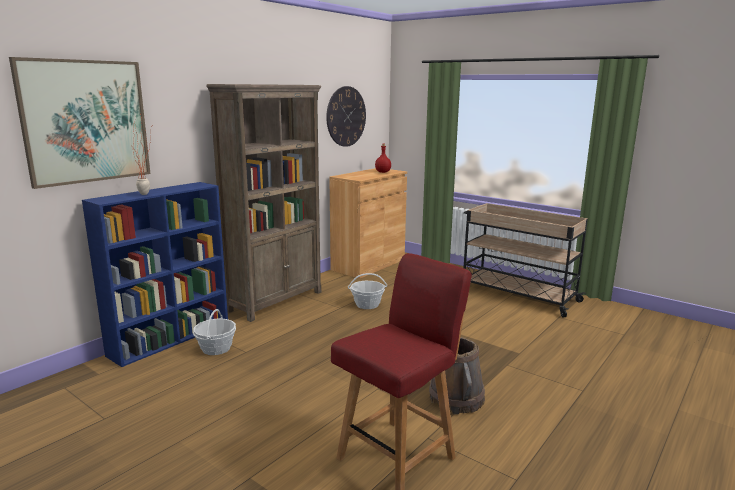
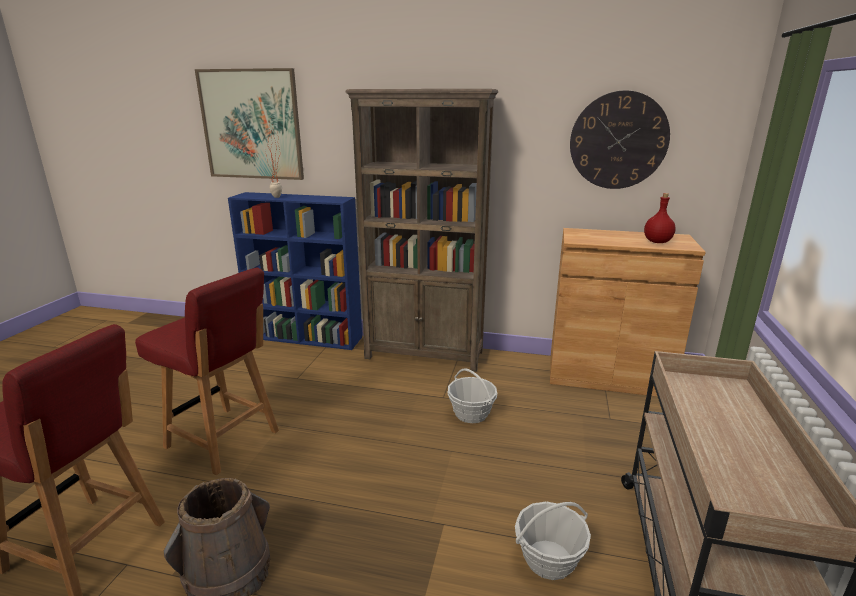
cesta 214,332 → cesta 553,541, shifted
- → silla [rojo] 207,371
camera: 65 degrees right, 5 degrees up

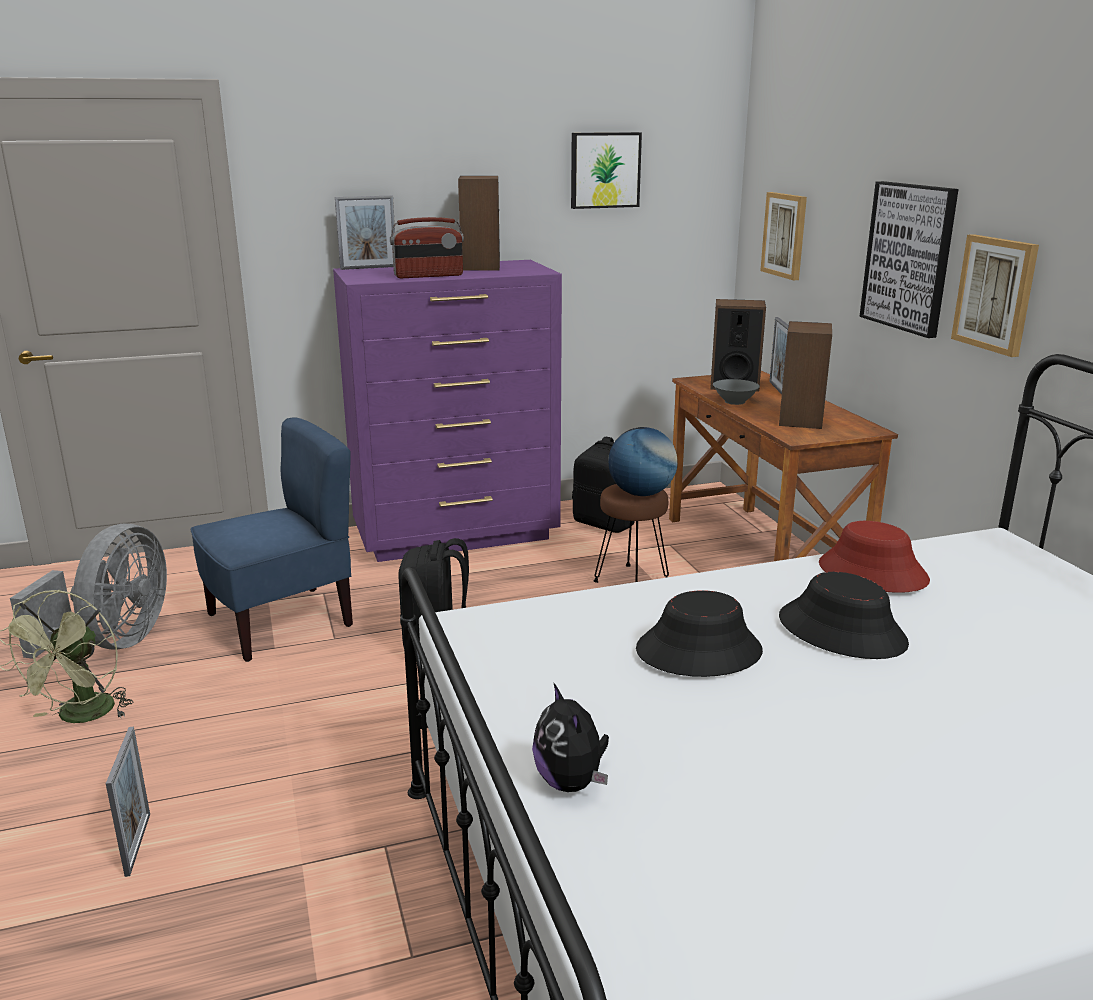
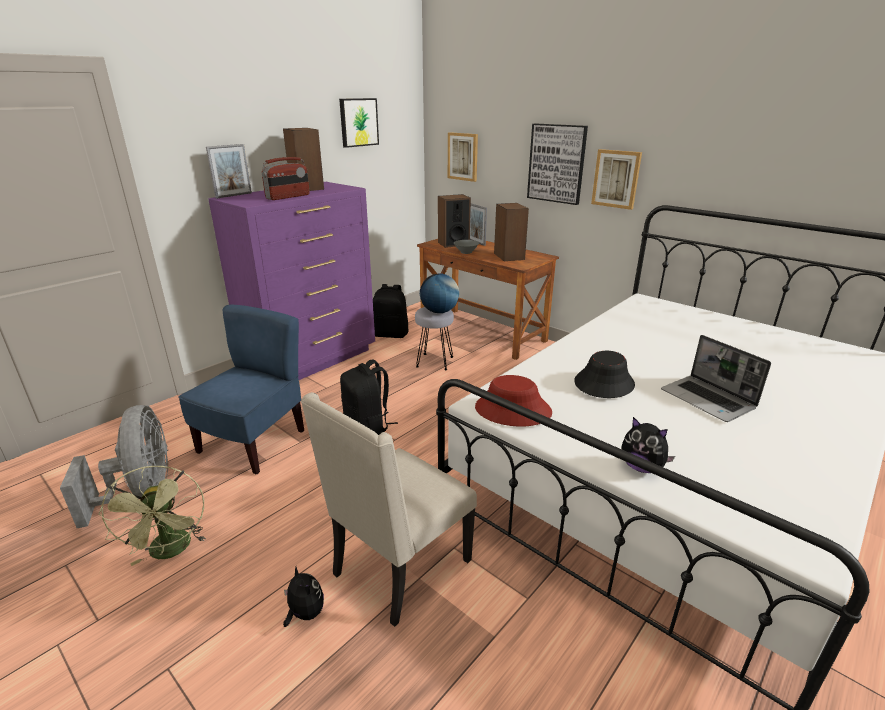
taburete [marrón] 631,533 → taburete [gris] 434,338
sombrero [rojo] 874,557 → sombrero [rojo] 513,401, shifted
sombrero [negro] 844,615 → -
portarretratos 128,802 → peluche 303,597
- → portátil 716,378
- → silla [beis] 389,509
camera: 30 degrees left, 5 degrees up

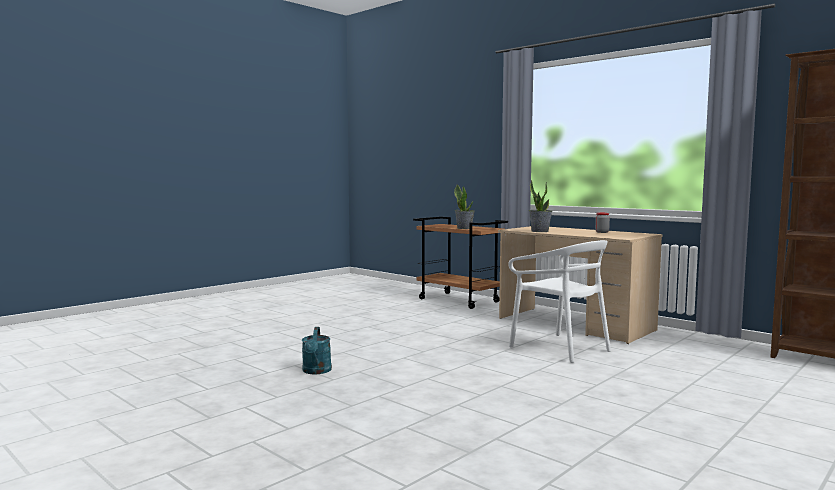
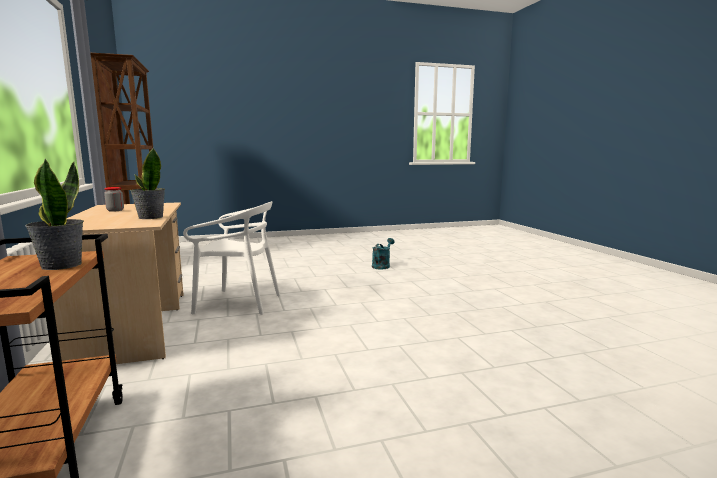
silla [blanco] 559,301 → silla [blanco] 231,258, 105 degrees clockwise
regadera [turquesa] 317,350 → regadera [turquesa] 383,253, shifted
camera: 150 degrees left, 5 degrees up

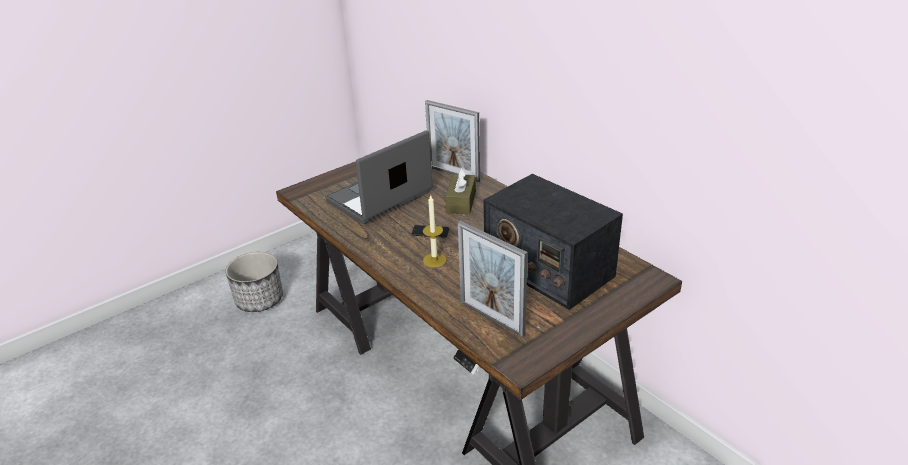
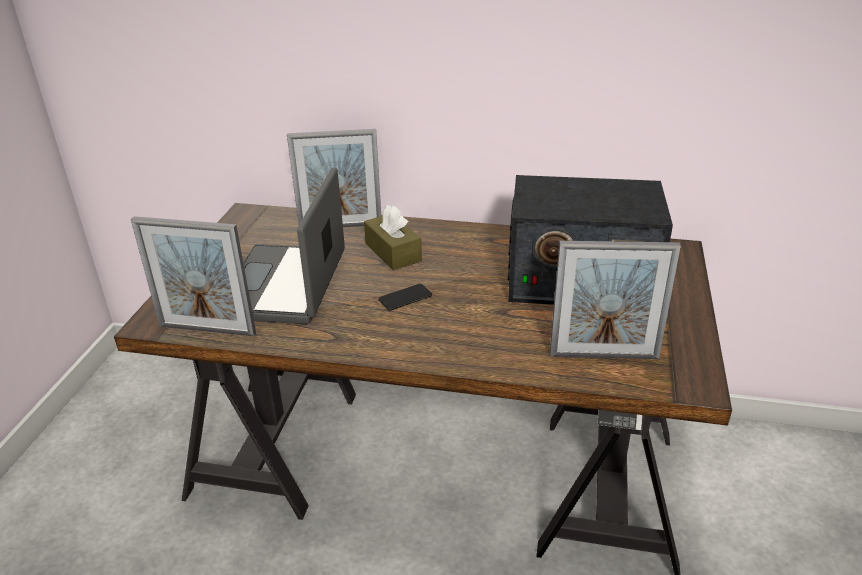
vela 435,231 → -
maceta 254,282 → -
- → portarretratos 193,276
camera: 40 degrees left, 0 degrees up

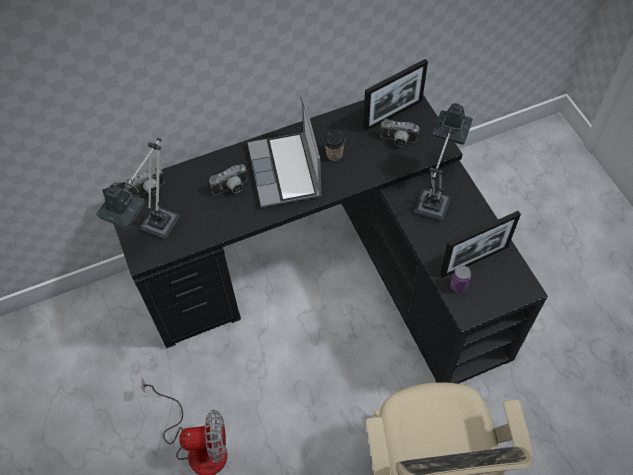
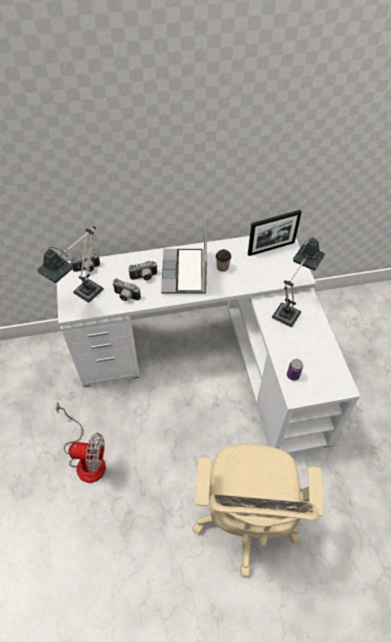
escritorio [negro] 325,239 → escritorio [blanco] 208,345
cámara 399,133 → cámara 126,289, shifted
portarretratos 480,244 → -
camera: 10 degrees right, 5 degrees down

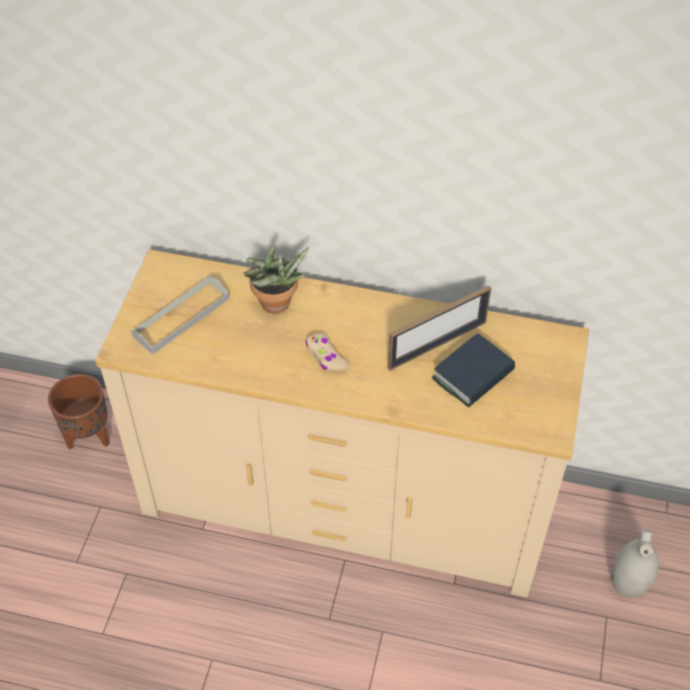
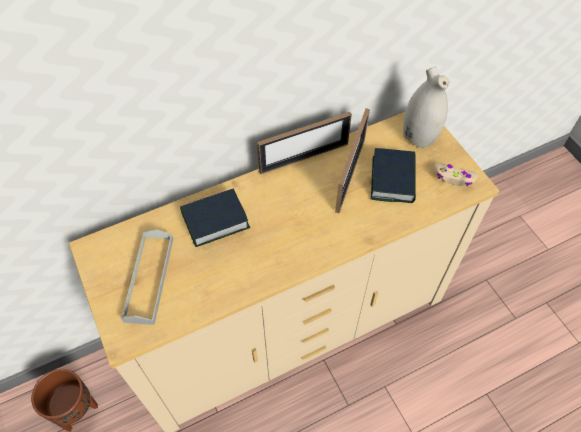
planta en maceta 276,279 → libro 215,217
mando de consola [beis] 328,352 → mando de consola [beis] 456,174, shifted
florero [blanco] 635,564 → florero [blanco] 426,107, shifted
- → portarretratos 304,143
camera: 40 degrees left, 5 degrees up

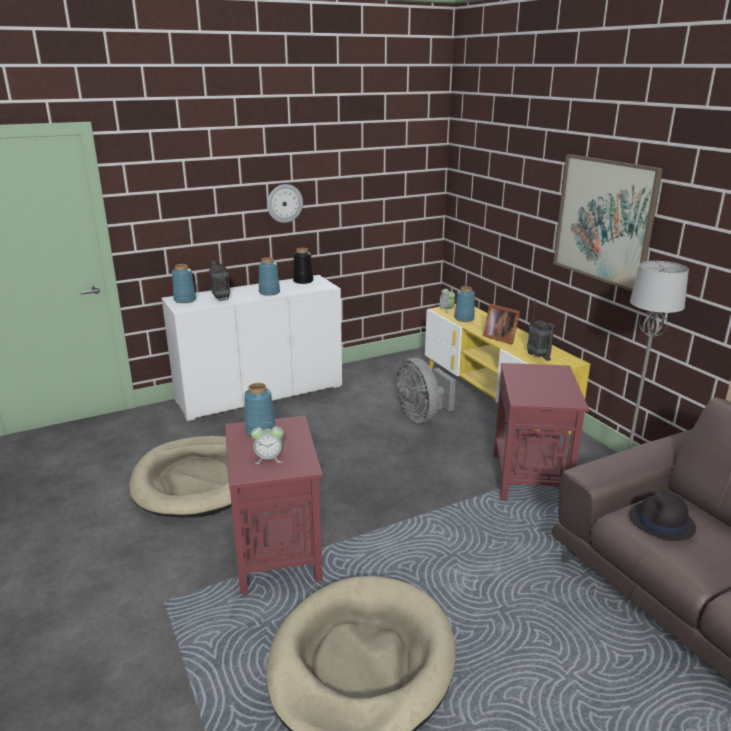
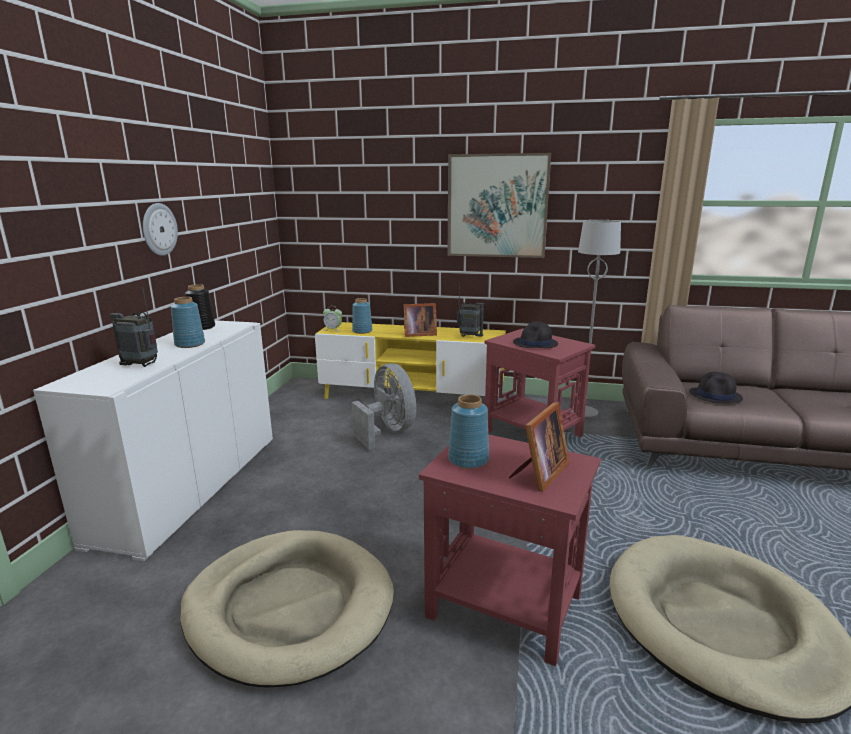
florero [azul] 184,283 → -
ventilador [gris] 426,391 → ventilador [gris] 384,406, 135 degrees counterclockwise
despertador 267,443 → portarretratos 539,447
- → sombrero [negro] 535,334
camera: 50 degrees left, 5 degrees down

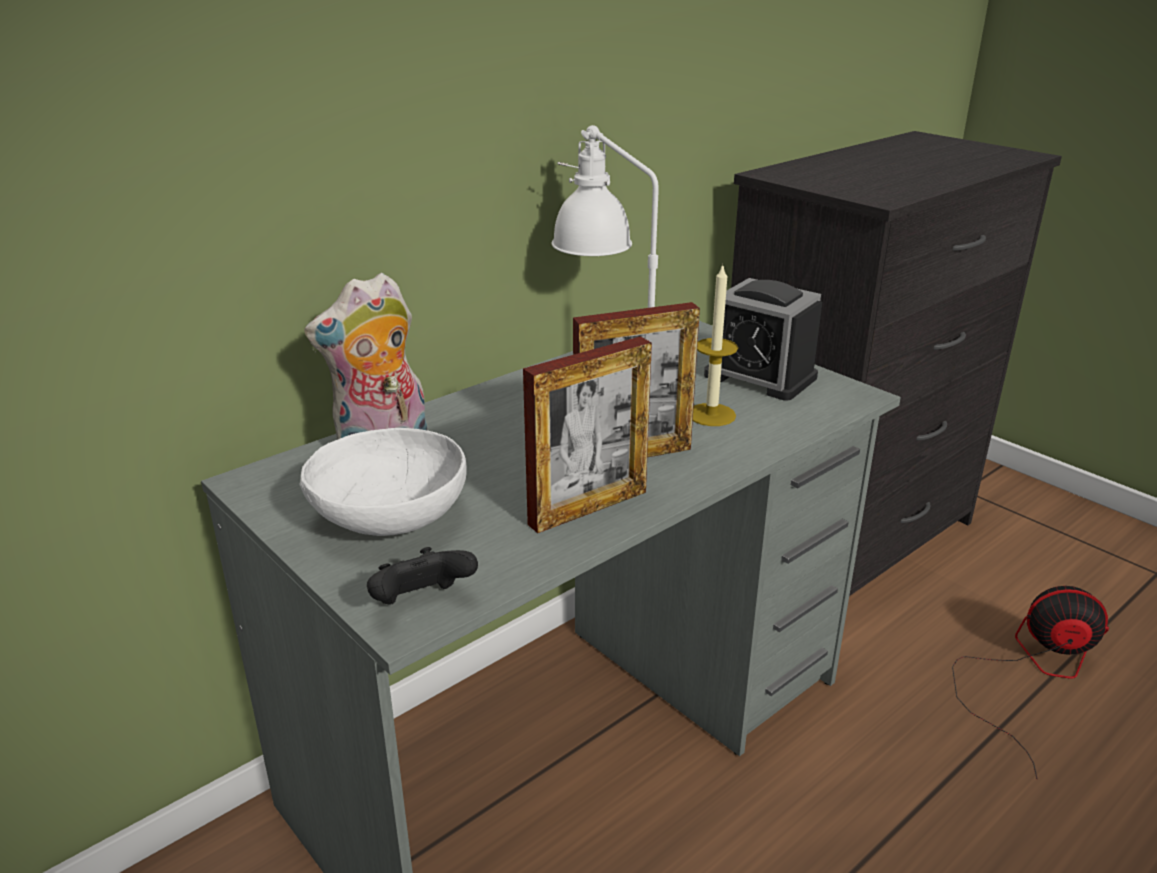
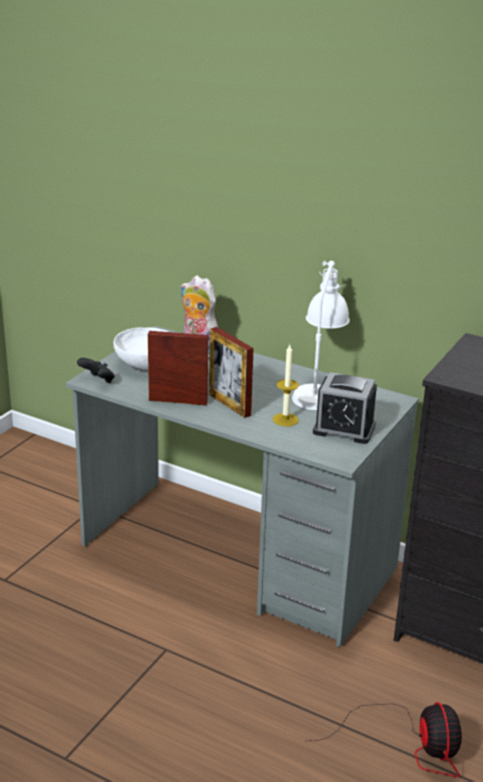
despertador 763,339 → despertador 345,408, 90 degrees counterclockwise
portarretratos 587,435 → portarretratos 178,368, 150 degrees clockwise
camera: 70 degrees right, 0 degrees up

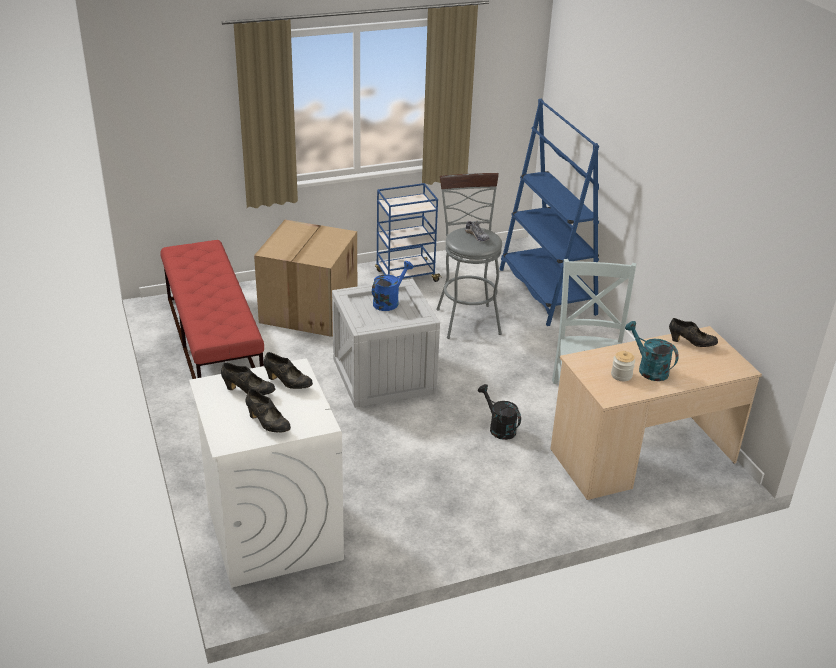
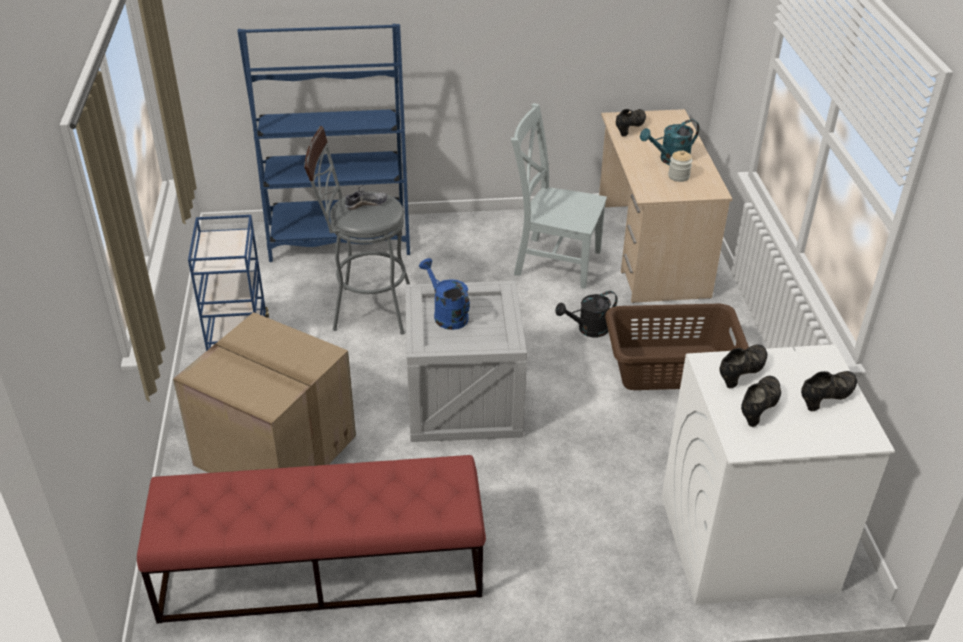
- → cesto de la ropa [marrón] 677,346
camera: 75 degrees left, 5 degrees up

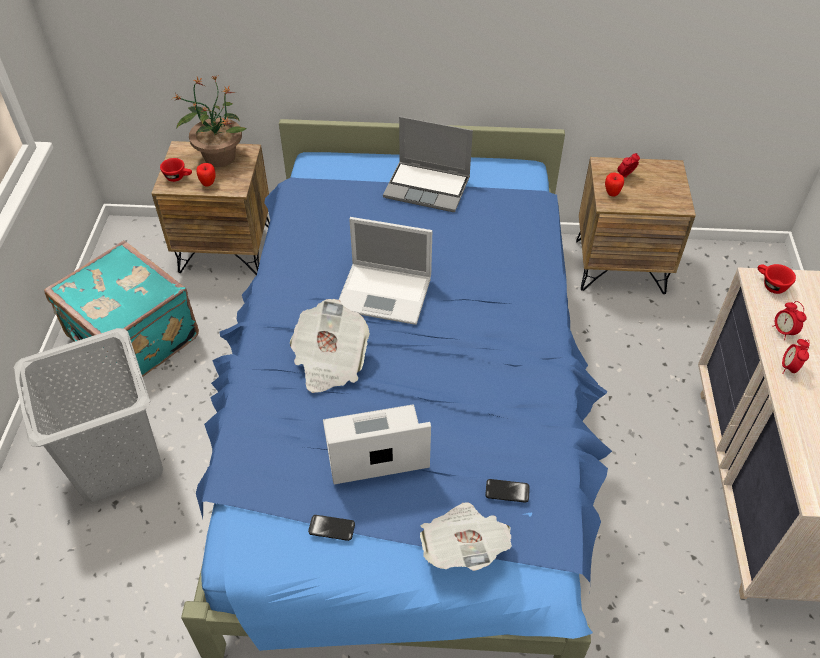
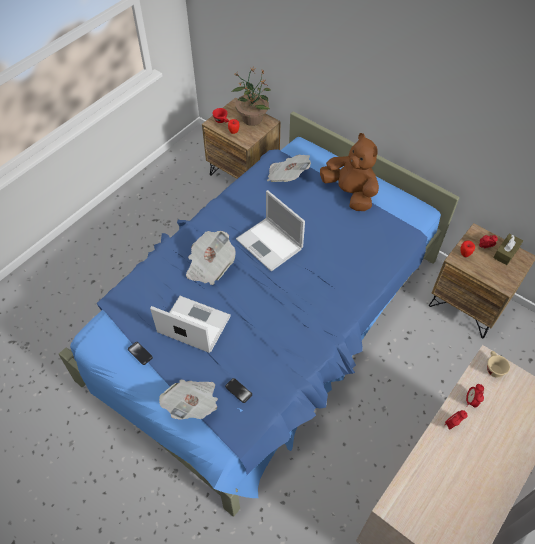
portátil 428,164 → peluche [marrón] 349,172
maleta [turquesa] 121,308 → -
taza [rojo] 777,279 → taza [beis] 498,364
cesto de la ropa [gris] 88,415 → -
- → periódico 289,168
- → caja de pañuelos [marrón] 508,249
camera: 35 degrees right, 5 degrees up

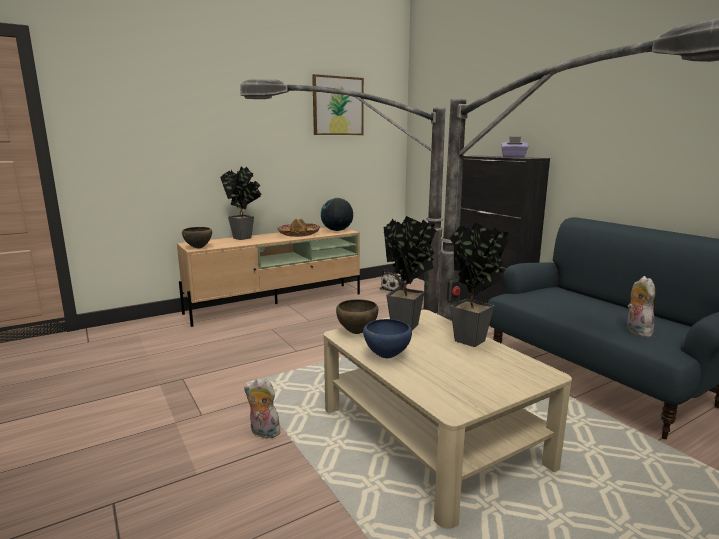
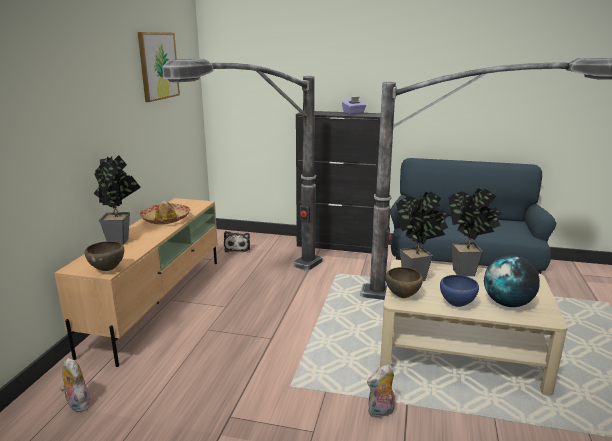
globo terráqueo 337,214 → globo terráqueo 512,281, shifted
peluche 641,306 → peluche 75,385, shifted
camera: 45 degrees left, 5 degrees up

